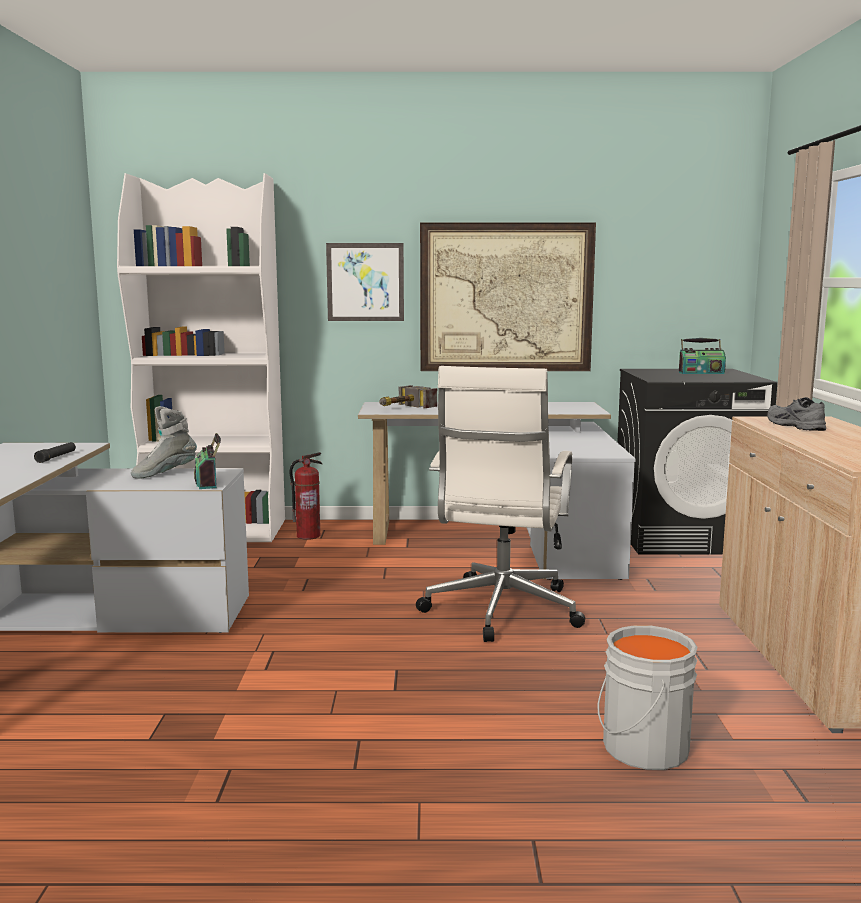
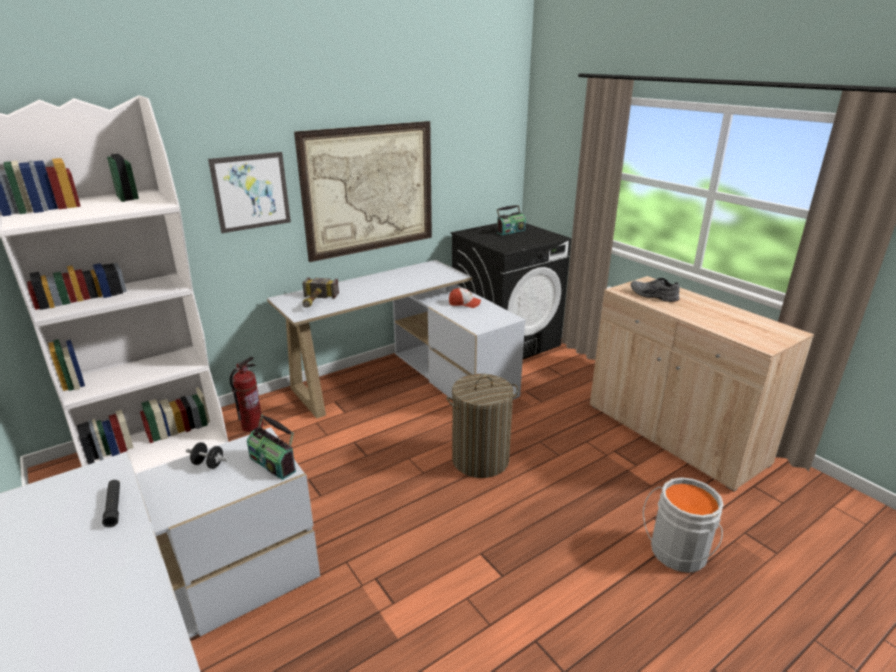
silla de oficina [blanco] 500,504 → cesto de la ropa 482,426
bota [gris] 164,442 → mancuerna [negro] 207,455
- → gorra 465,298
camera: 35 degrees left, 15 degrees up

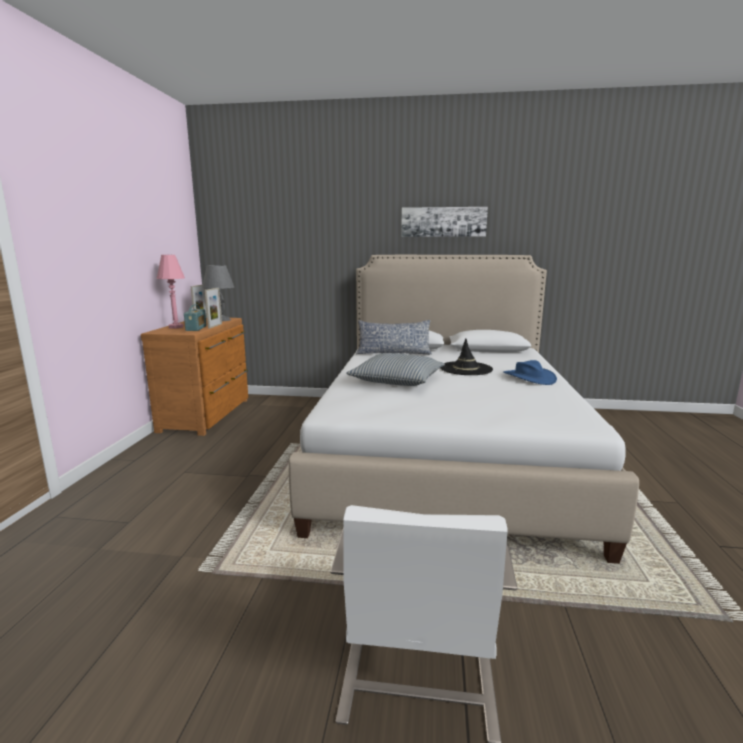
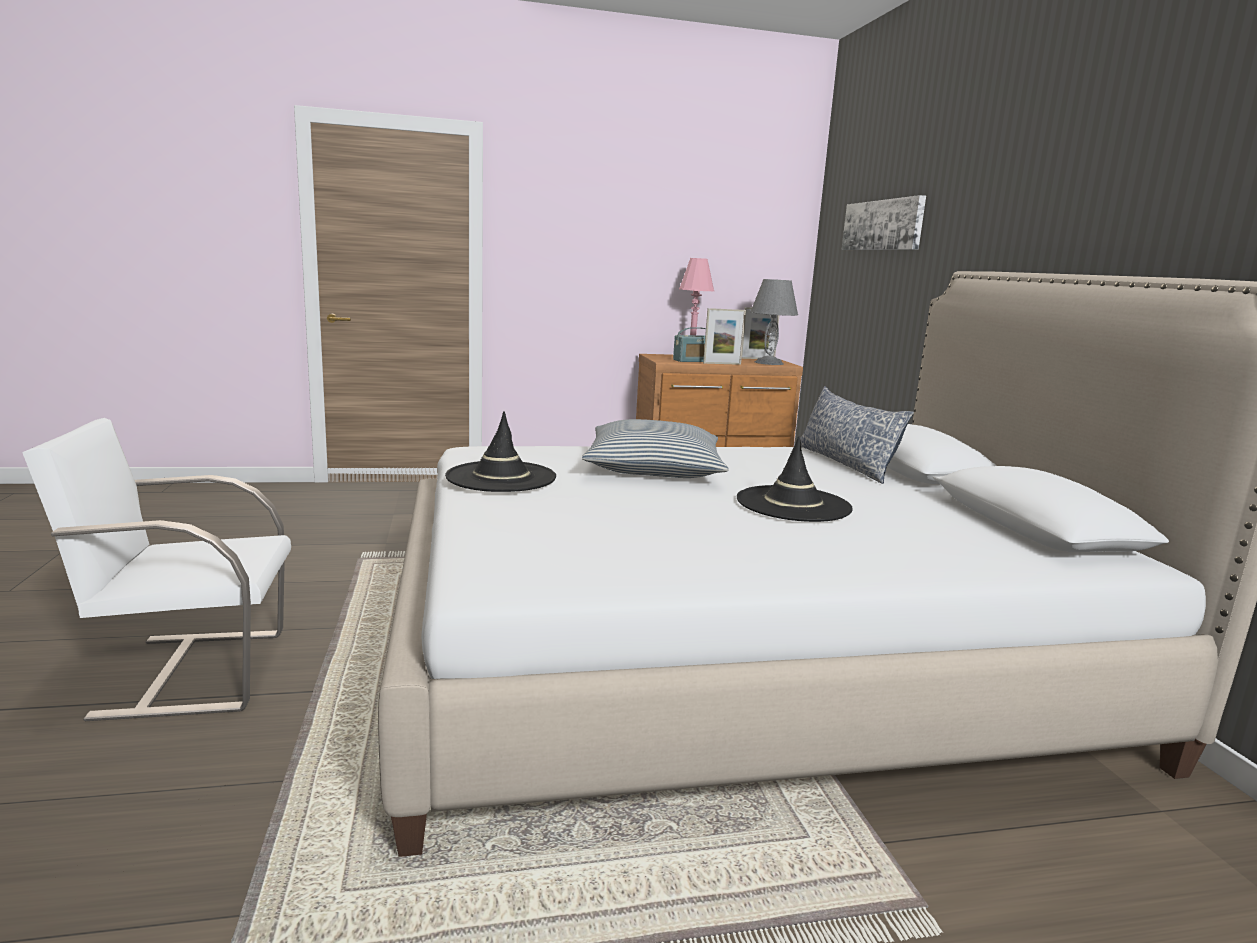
cuadro 444,222 → cuadro 884,222, shifted
sombrero [azul] 530,372 → -
- → sombrero [negro] 500,451
camera: 70 degrees right, 0 degrees up

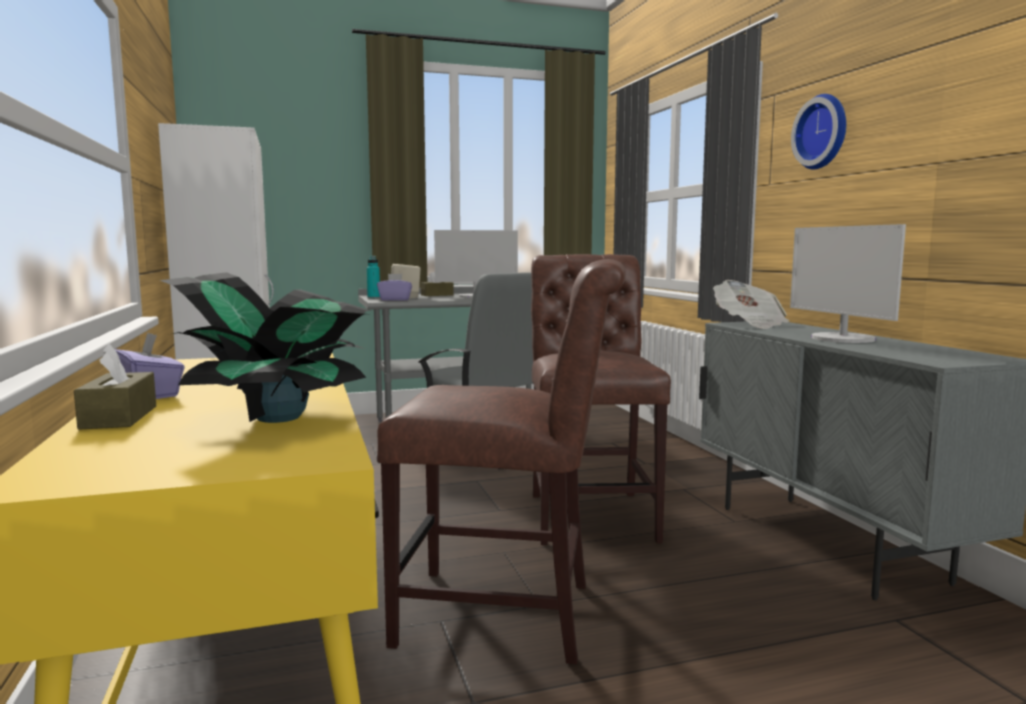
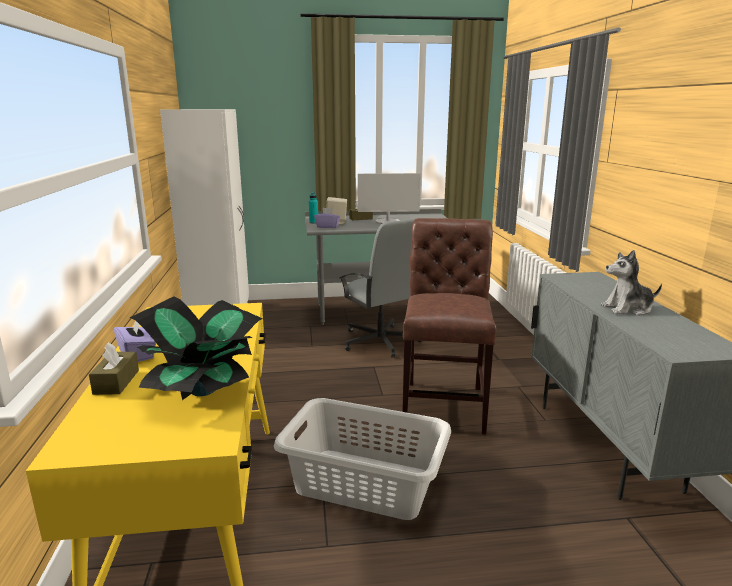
reloj de pared 818,132 → -
monitor 848,283 → peluche 631,283
silla [marrón] 501,461 → cesto de la ropa [gris] 362,459
periódico 751,304 → -
camera: 10 degrees right, 10 degrees up

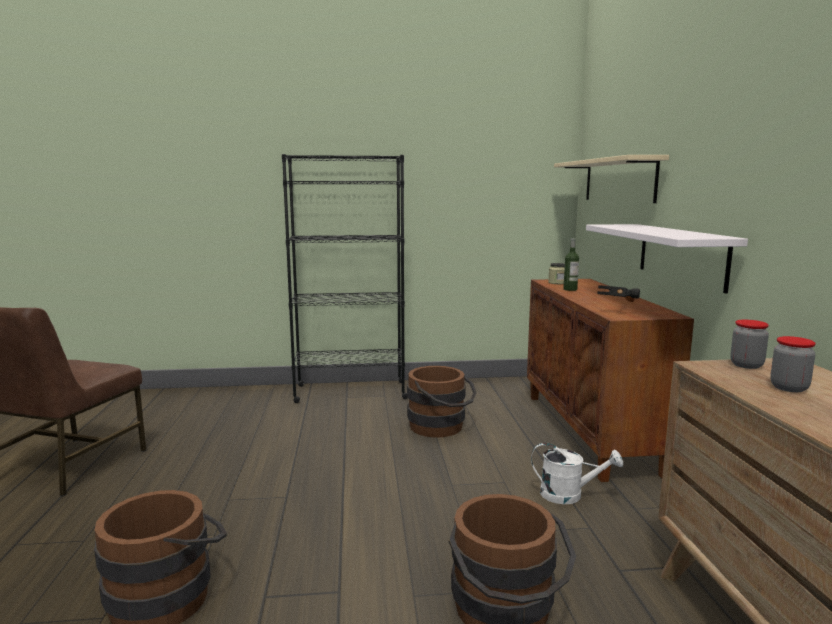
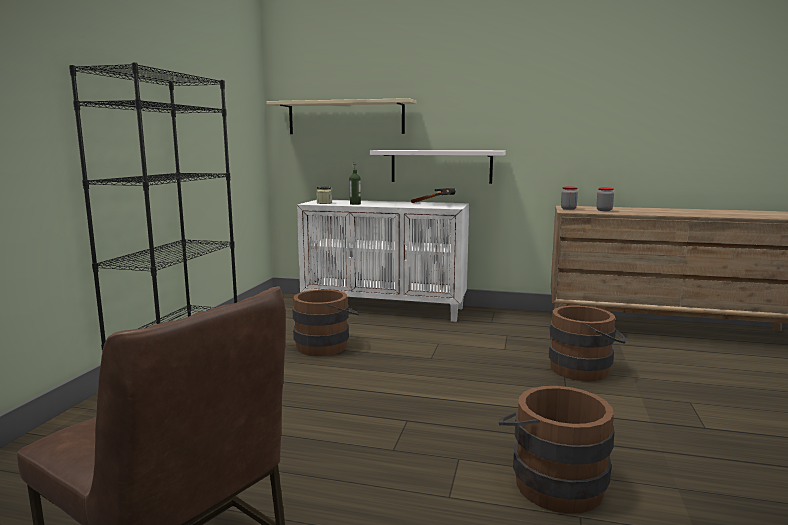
armario [marrón] 610,380 → armario [blanco] 383,261
regadera [blanco] 577,473 → -
camera: 70 degrees left, 0 degrees up

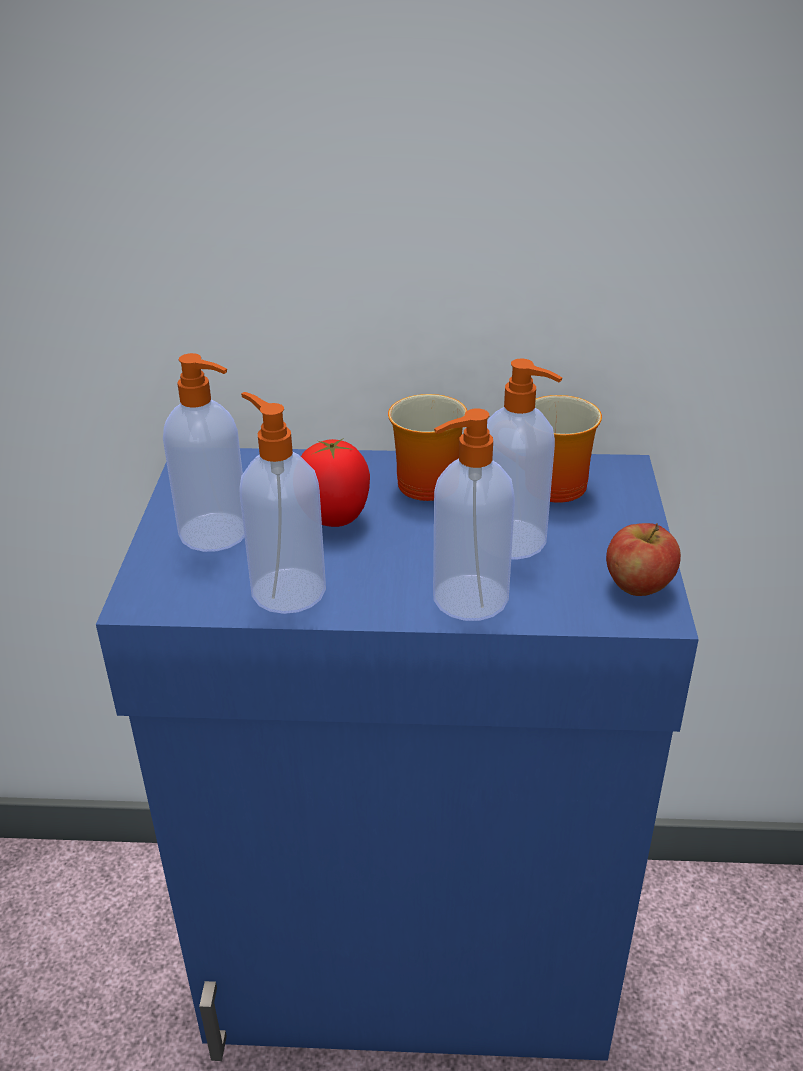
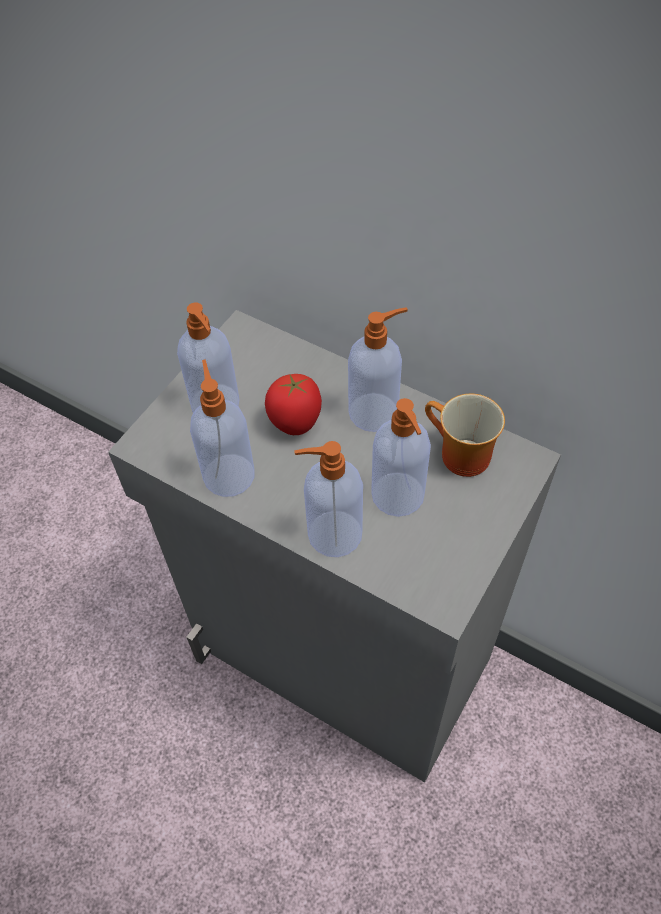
taza grande 427,447 → dispensador de jabón 378,370
armario [azul] 397,754 → armario [gris] 334,546
manzana 643,559 → -
camera: 30 degrees right, 20 degrees up

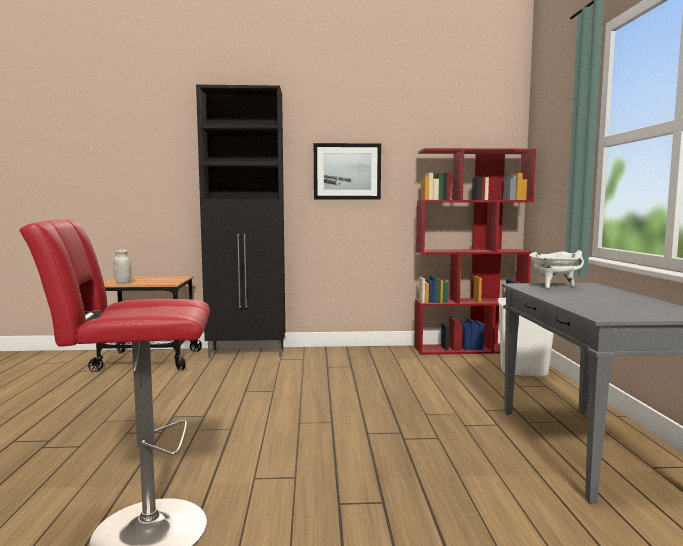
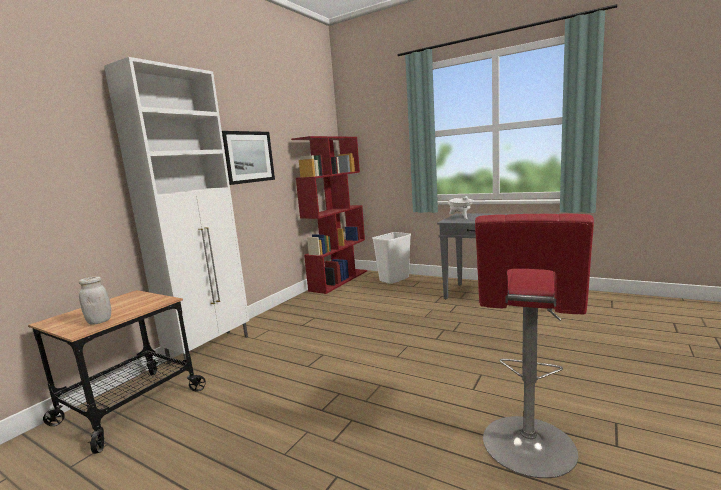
armario [negro] 240,221 → armario [blanco] 176,210
camera: 55 degrees left, 5 degrees up

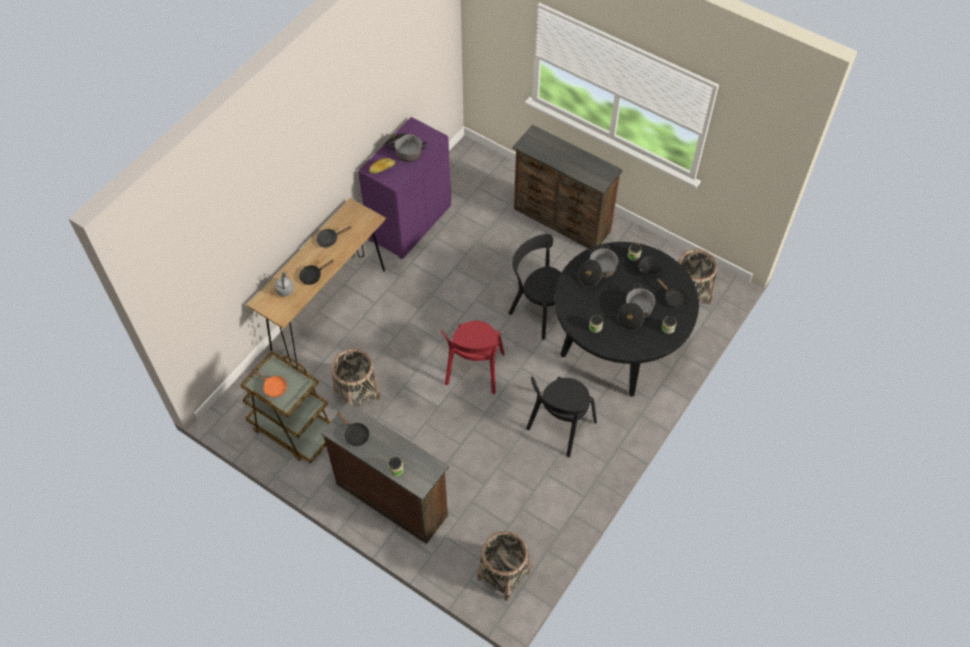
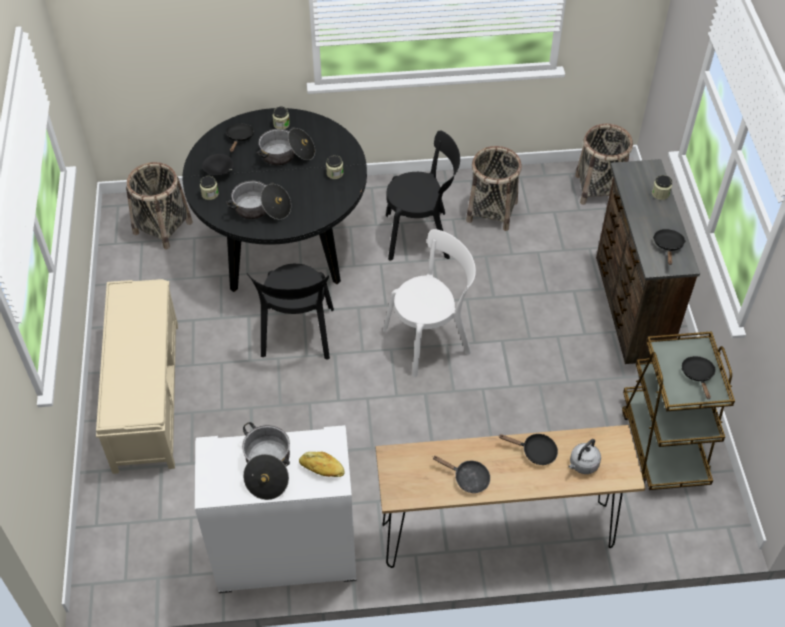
armario [morado] 404,188 → armario [blanco] 276,509
cómoda [marrón] 568,187 → banco [beis] 137,376
silla [rojo] 473,357 → silla [blanco] 429,303
cesta 356,378 → cesta 494,188, shifted
sartén [naranja] 269,383 → sartén [negro] 699,377
camera: 130 degrees left, 5 degrees down

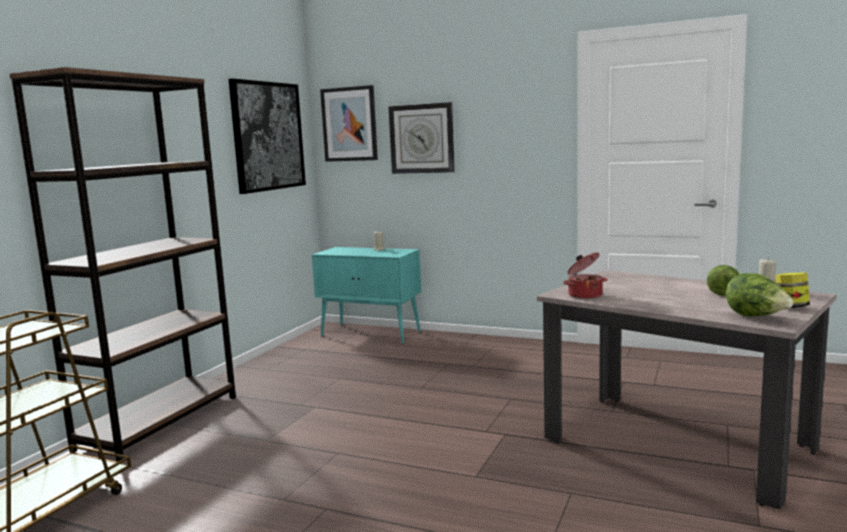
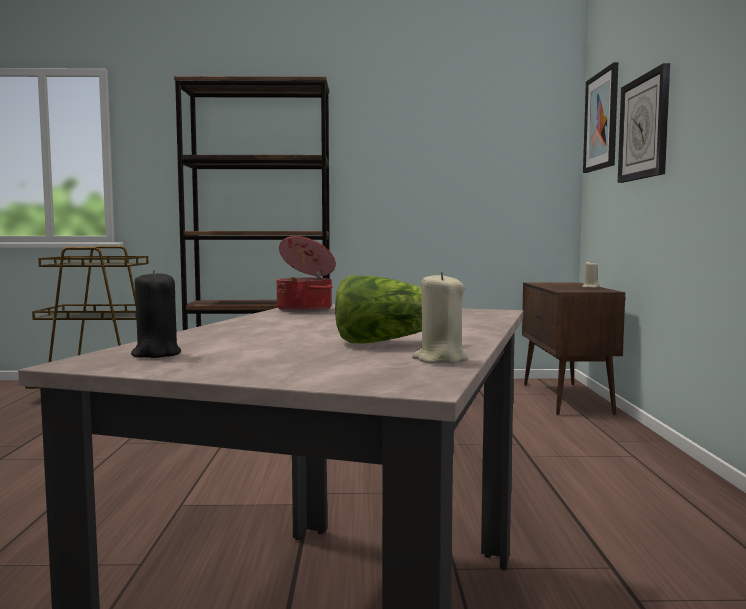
cuadro 267,136 → -
armario [turquesa] 366,295 → armario [marrón] 573,348
tarro 792,290 → -
lechuga 760,294 → vela [negro] 156,314
camera: 65 degrees right, 5 degrees down

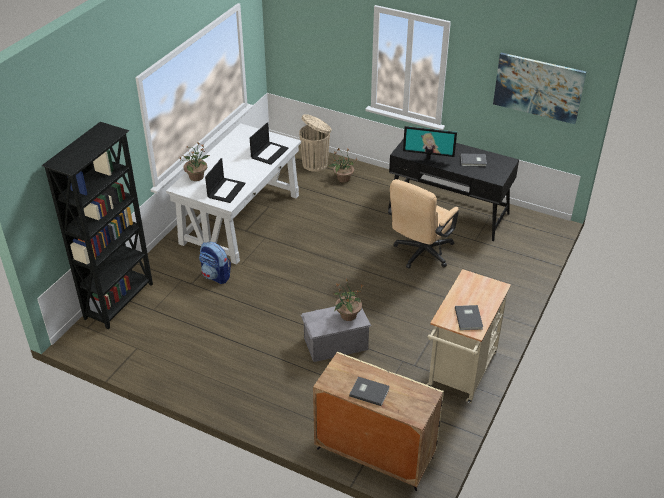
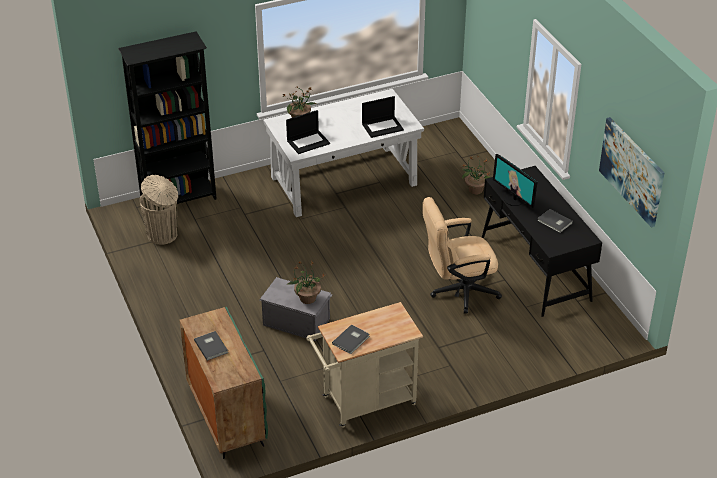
papelera [beis] 315,143 → papelera [beis] 158,210, shifted
mochila 215,263 → -
armario [beis] 378,421 → armario [verde] 224,383
camera: 40 degrees right, 0 degrees up

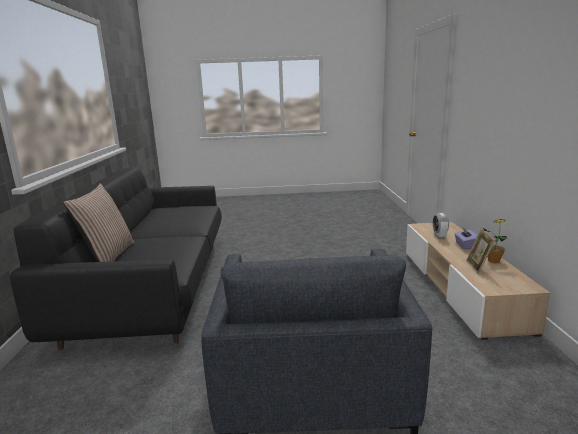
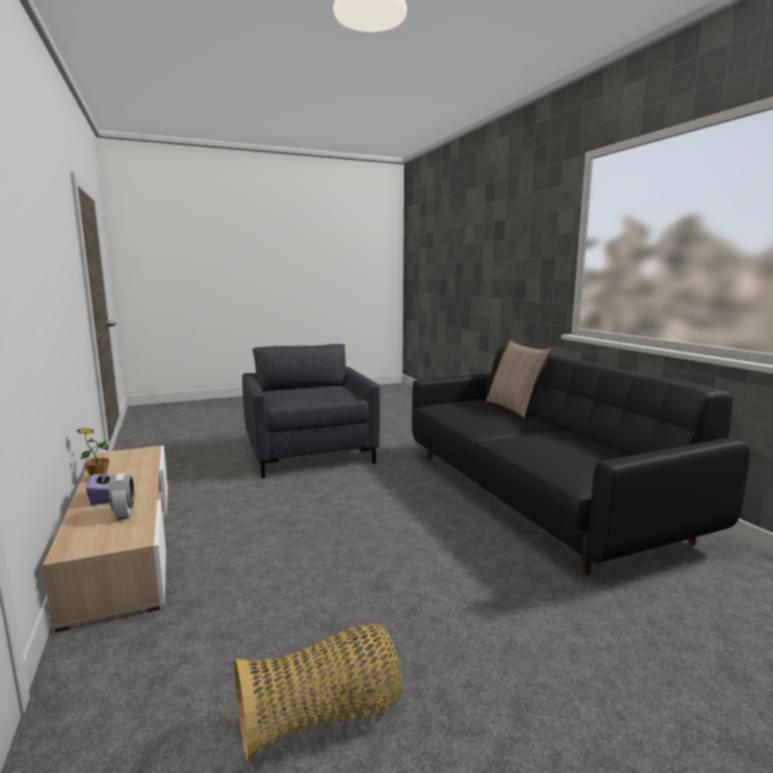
portarretratos 480,251 → -
- → cesta 318,692
camera: 160 degrees right, 5 degrees down

